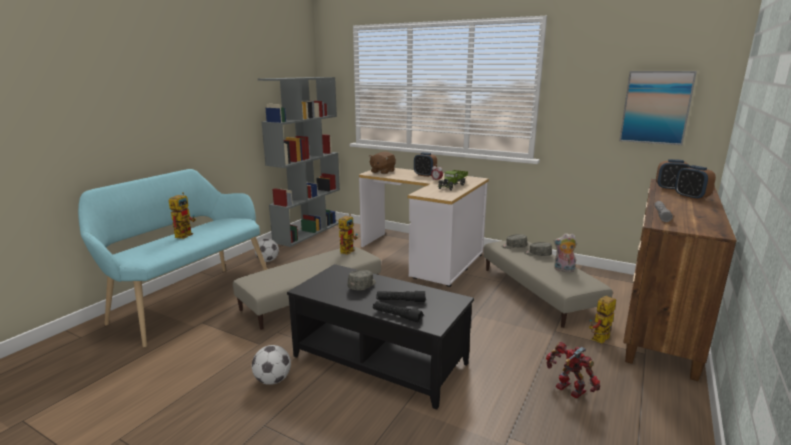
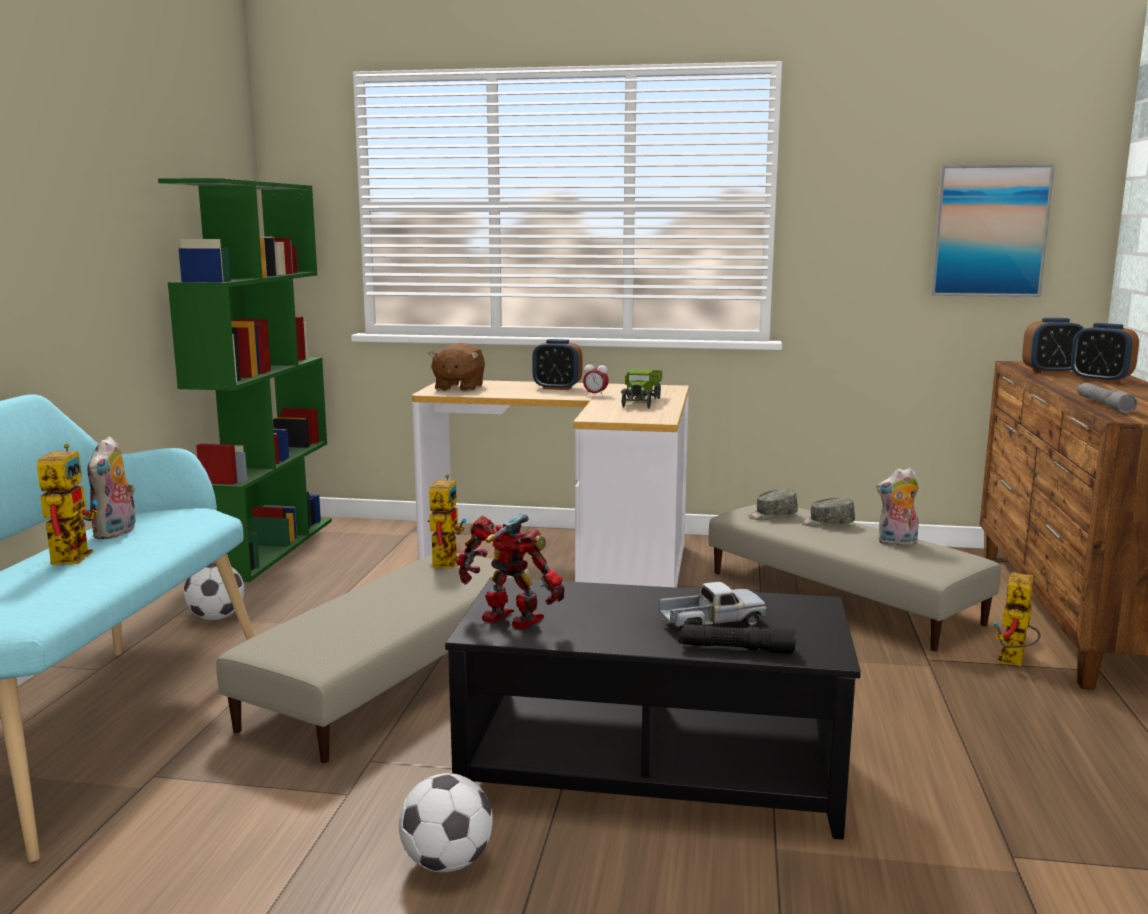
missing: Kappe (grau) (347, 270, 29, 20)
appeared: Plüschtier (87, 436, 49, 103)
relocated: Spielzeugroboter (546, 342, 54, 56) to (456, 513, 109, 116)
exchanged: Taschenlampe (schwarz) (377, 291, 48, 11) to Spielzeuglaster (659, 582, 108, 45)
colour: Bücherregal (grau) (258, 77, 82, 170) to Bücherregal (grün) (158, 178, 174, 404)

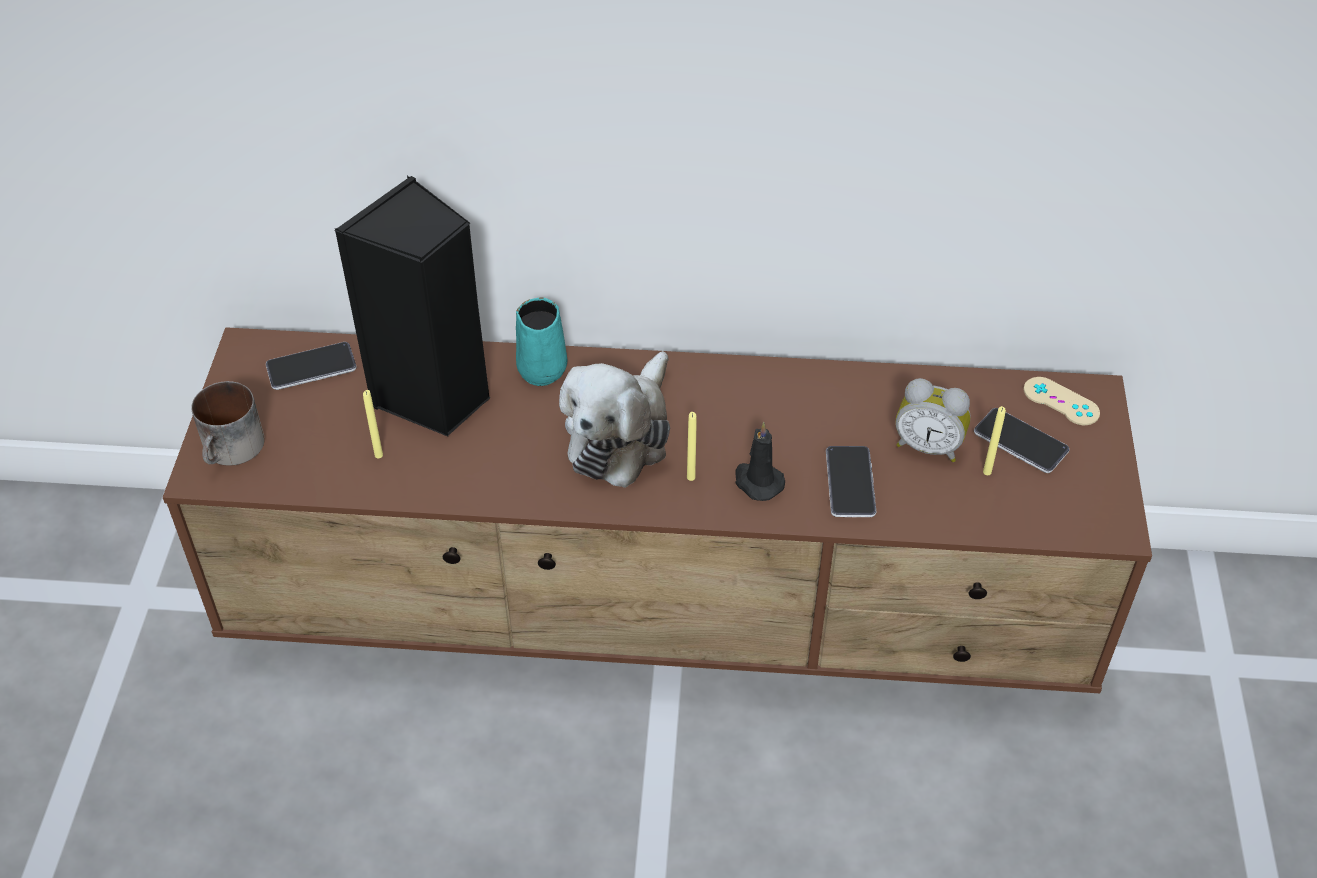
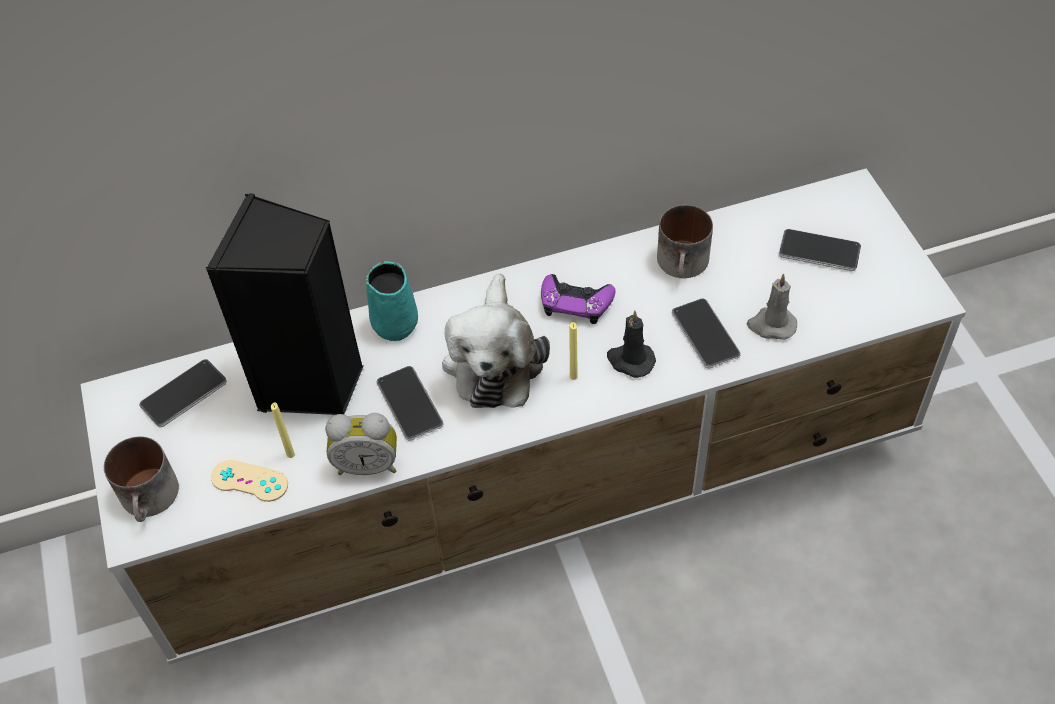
missing: Kerze (gelb) (983, 406, 23, 69)
appeared: Henkelbecher (657, 205, 56, 73); Kerze (grau) (747, 273, 50, 67); Gamepad (lila) (541, 274, 75, 50); Handy (377, 366, 66, 75)
relocated: Gamepad (beige) (1024, 377, 76, 48) to (211, 460, 77, 42); Wecker (895, 378, 76, 84) to (325, 413, 72, 62)
colour: Fernsehschrank (braun) (163, 327, 989, 366) to Fernsehschrank (weiß) (80, 169, 886, 496)

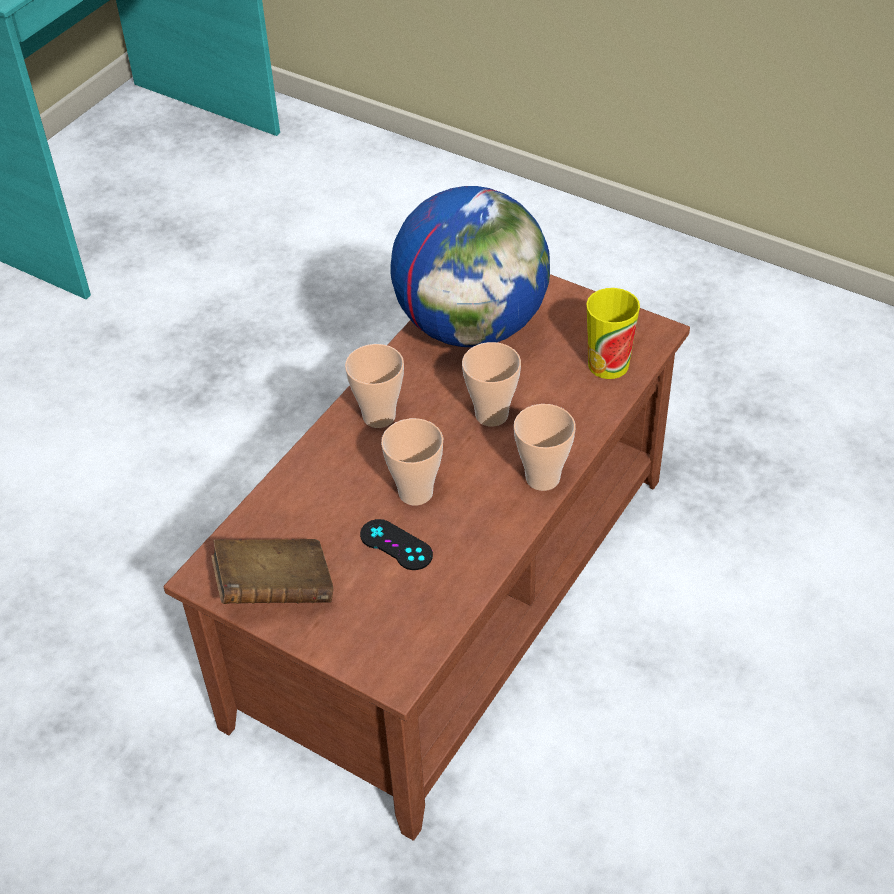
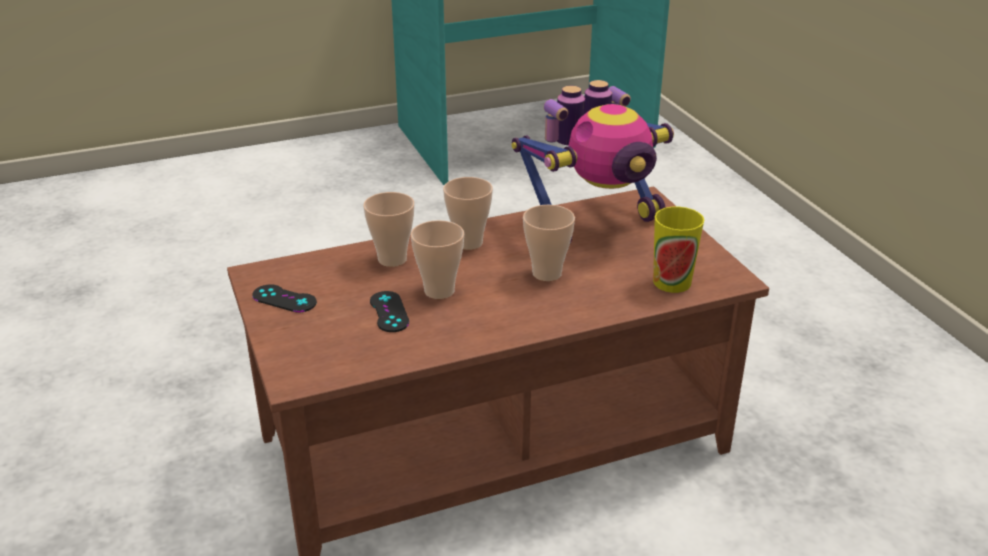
relocated: Tasse (514, 404, 62, 87) to (363, 192, 51, 75)
exchanged: Globus (390, 186, 160, 161) to Spielzeugroboter (512, 80, 162, 163); Buch (braun) (211, 539, 122, 65) to Gamepad (schwarz) (252, 285, 65, 27)

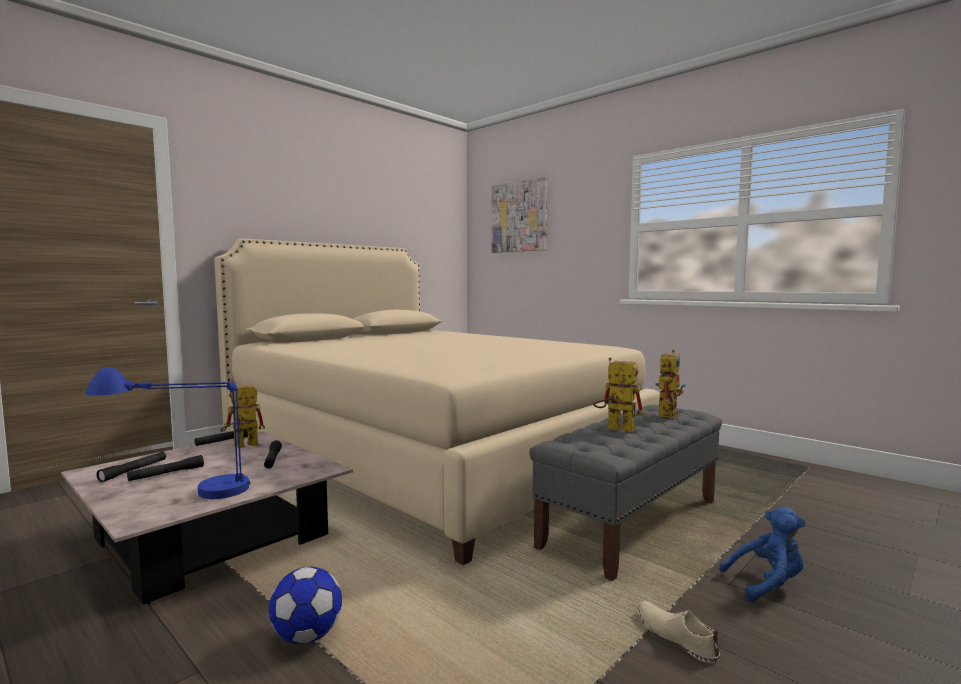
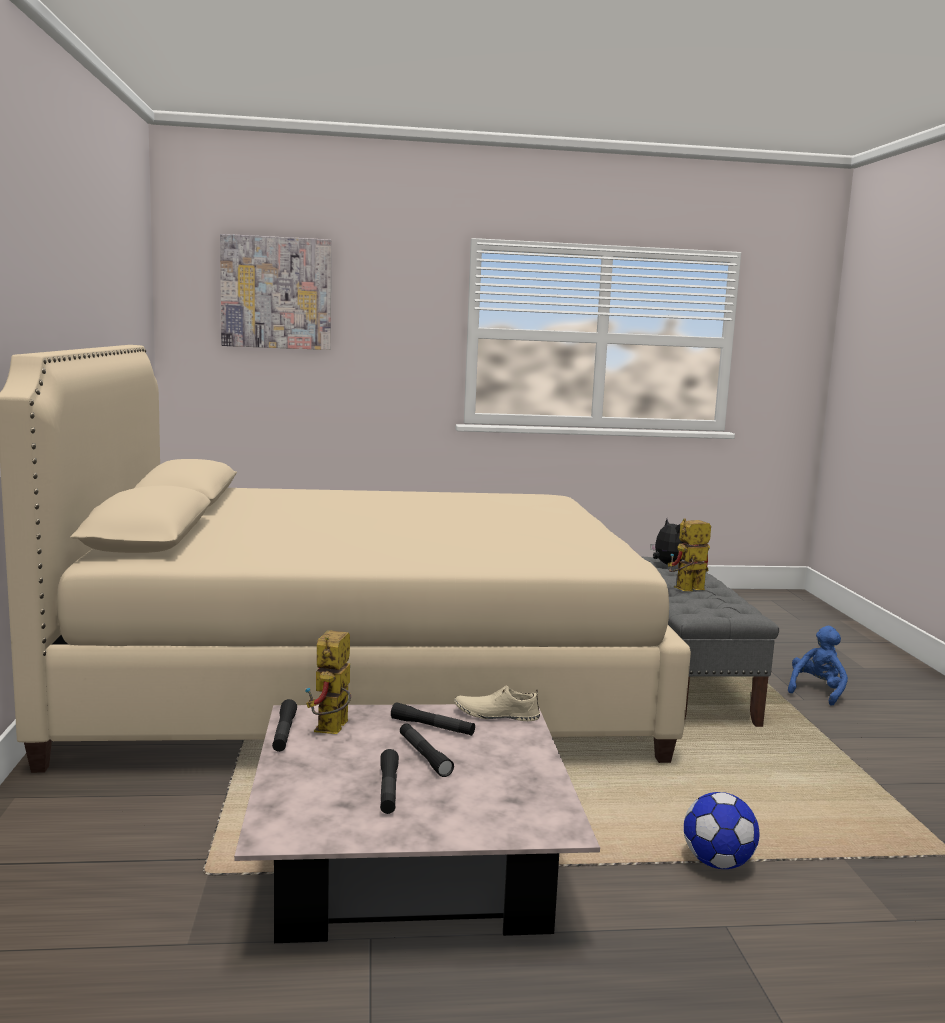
missing: Tischlampe (blau) (85, 367, 165, 132)
relocated: Taschenlampe (schwarz) (97, 452, 69, 30) to (400, 723, 54, 54); Schuh (beige) (638, 601, 82, 63) to (454, 686, 86, 35)
exchanged: Spielzeugroboter (655, 349, 31, 69) to Plüschtier (651, 519, 33, 46)

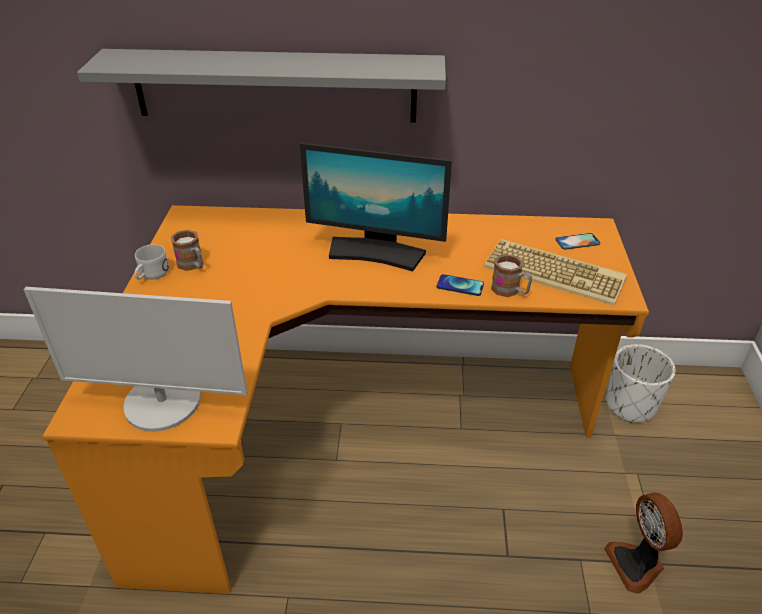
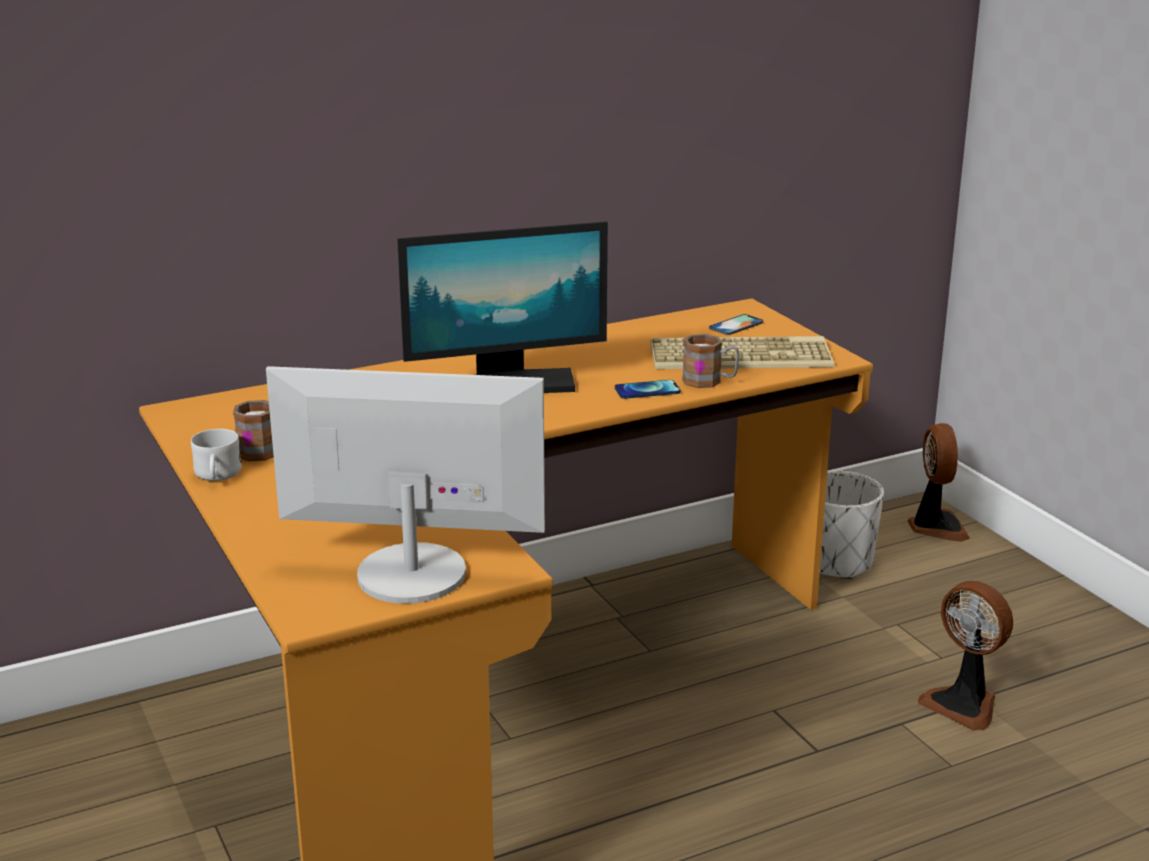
missing: Wandregal (grau) (77, 49, 369, 74)
appeared: Ventilator (908, 423, 62, 118)
spun: Monitor (23, 287, 224, 145) = (266, 366, 279, 238) 150 degrees counterclockwise

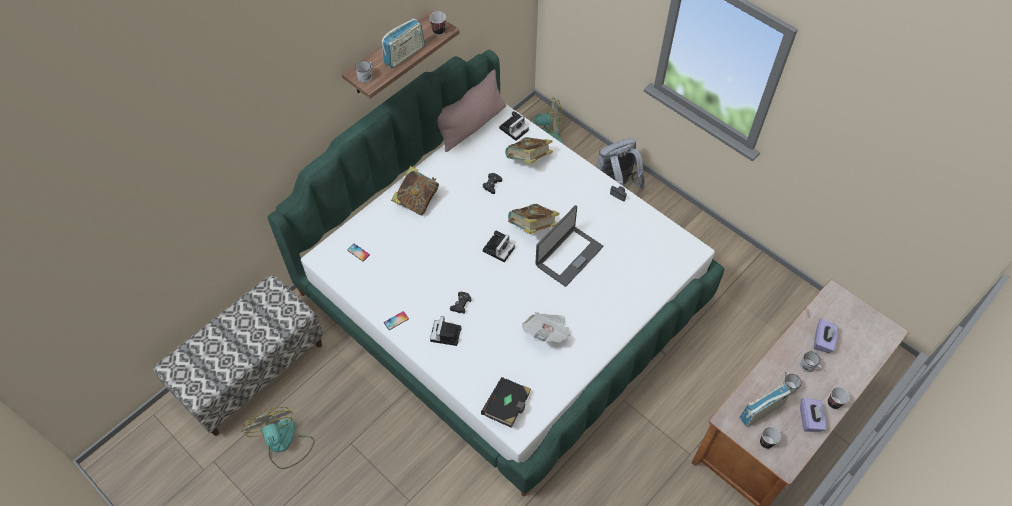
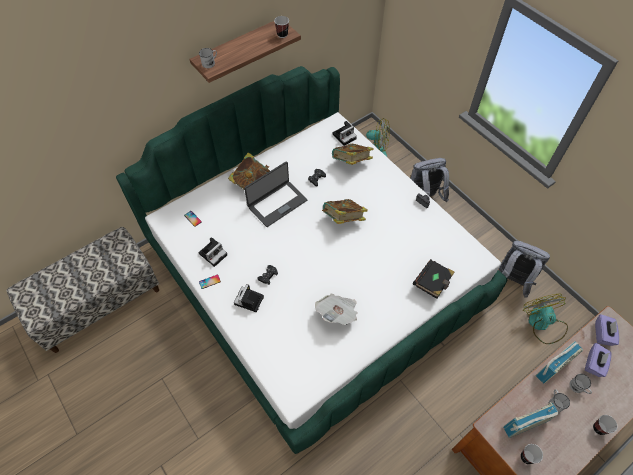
missing: Kissen (rosa) (437, 69, 69, 83)
appeared: Rucksack (grau) (499, 241, 51, 57)
relocated: Radio (382, 18, 43, 50) to (535, 341, 48, 43); Laptop (535, 205, 68, 82) to (244, 161, 63, 66); Kamera (483, 230, 32, 32) to (199, 237, 28, 30); Buch (schwarz) (481, 377, 50, 50) to (413, 259, 41, 40); Taschentuchbox (lila) (800, 398, 26, 34) to (595, 314, 24, 32); Ventilator (242, 407, 73, 62) to (523, 294, 45, 50)

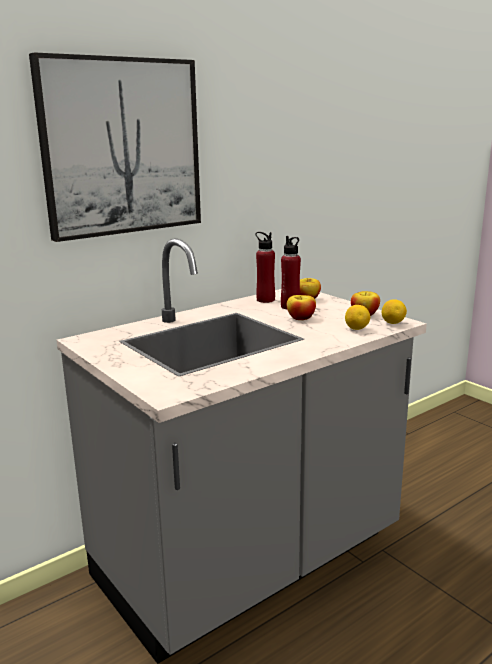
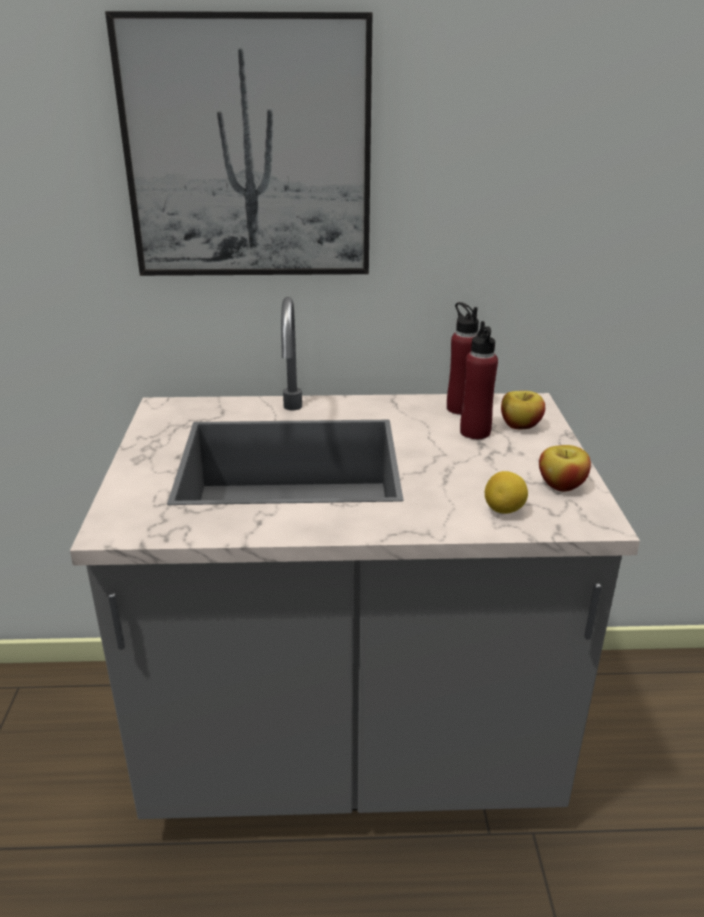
missing: Apfel (287, 295, 29, 25); Zitrone (382, 299, 25, 25)

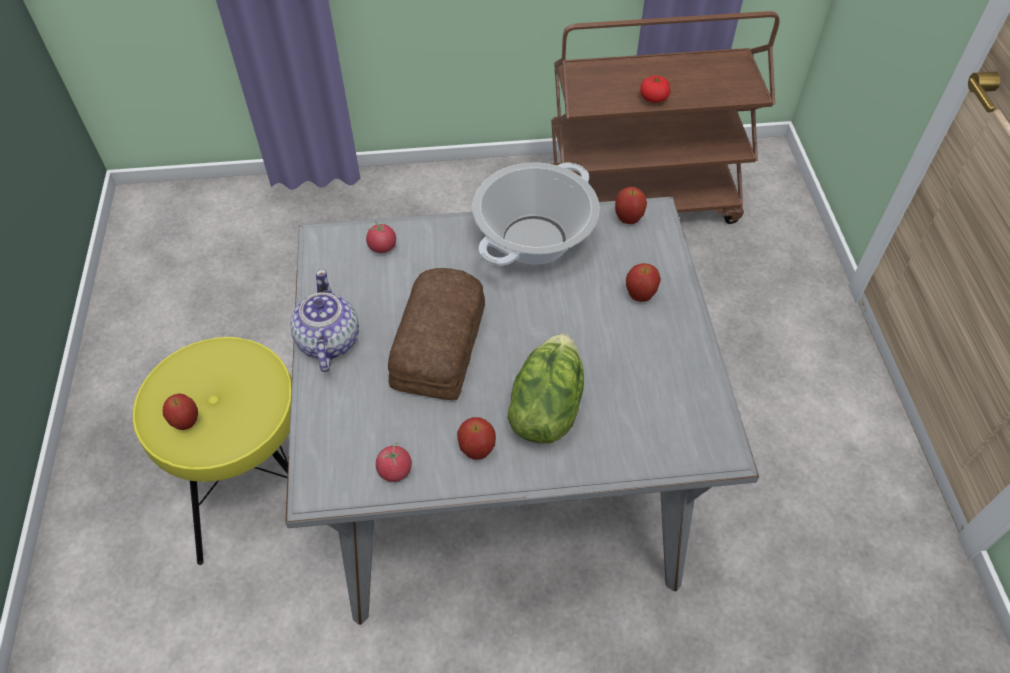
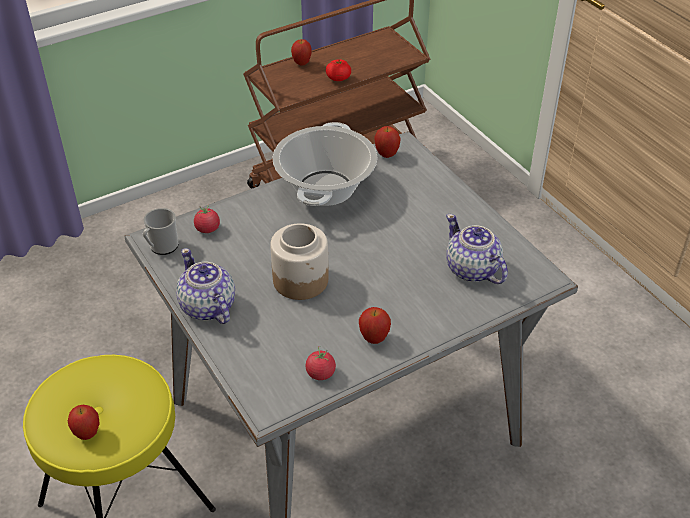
missing: Salatkopf (508, 334, 76, 110)
appeared: Henkelbecher (143, 208, 36, 47); Teekanne (446, 214, 62, 70)
relocated: Apfel (626, 263, 35, 39) to (291, 39, 21, 27)
exchanged: Brot (388, 268, 97, 132) to Vorratsglas (270, 224, 59, 76)

